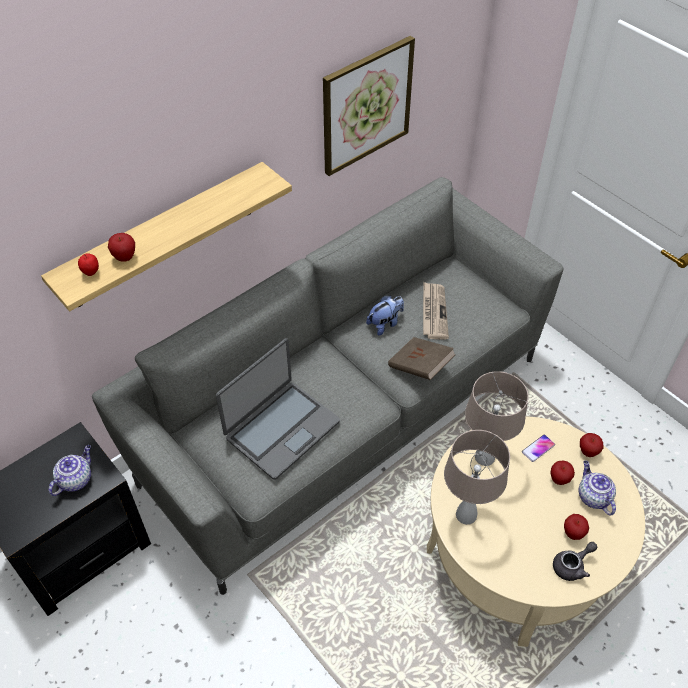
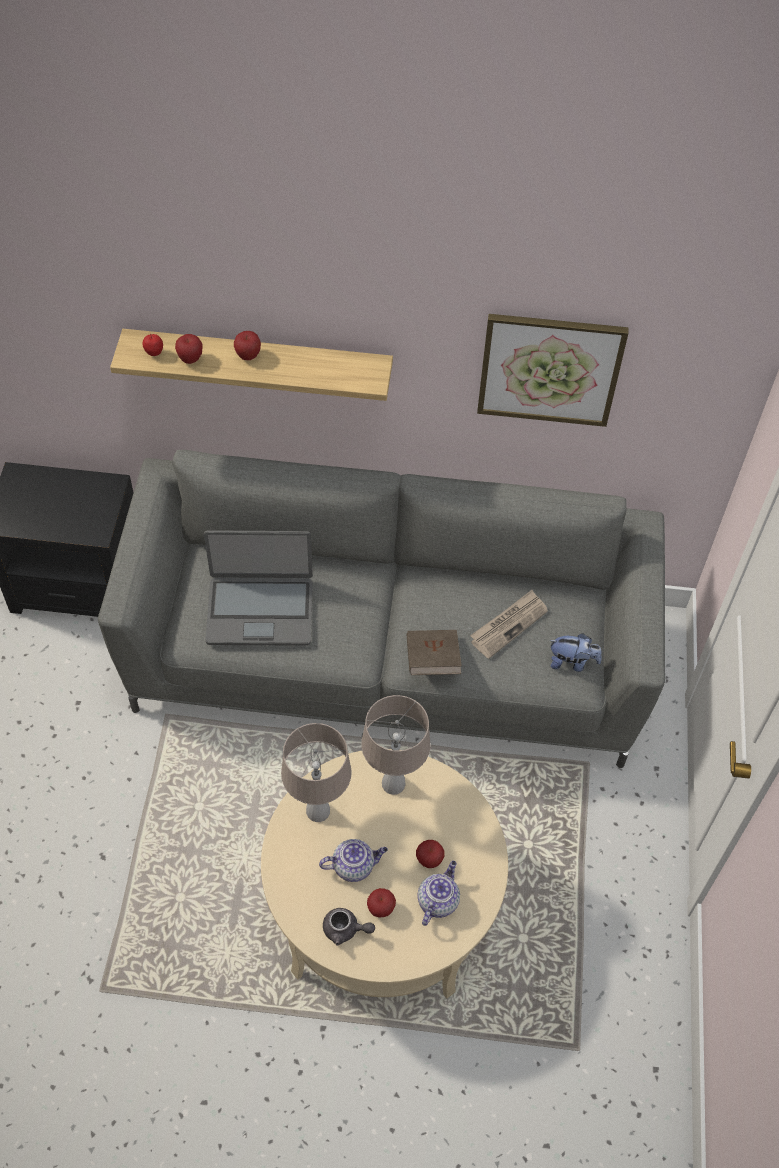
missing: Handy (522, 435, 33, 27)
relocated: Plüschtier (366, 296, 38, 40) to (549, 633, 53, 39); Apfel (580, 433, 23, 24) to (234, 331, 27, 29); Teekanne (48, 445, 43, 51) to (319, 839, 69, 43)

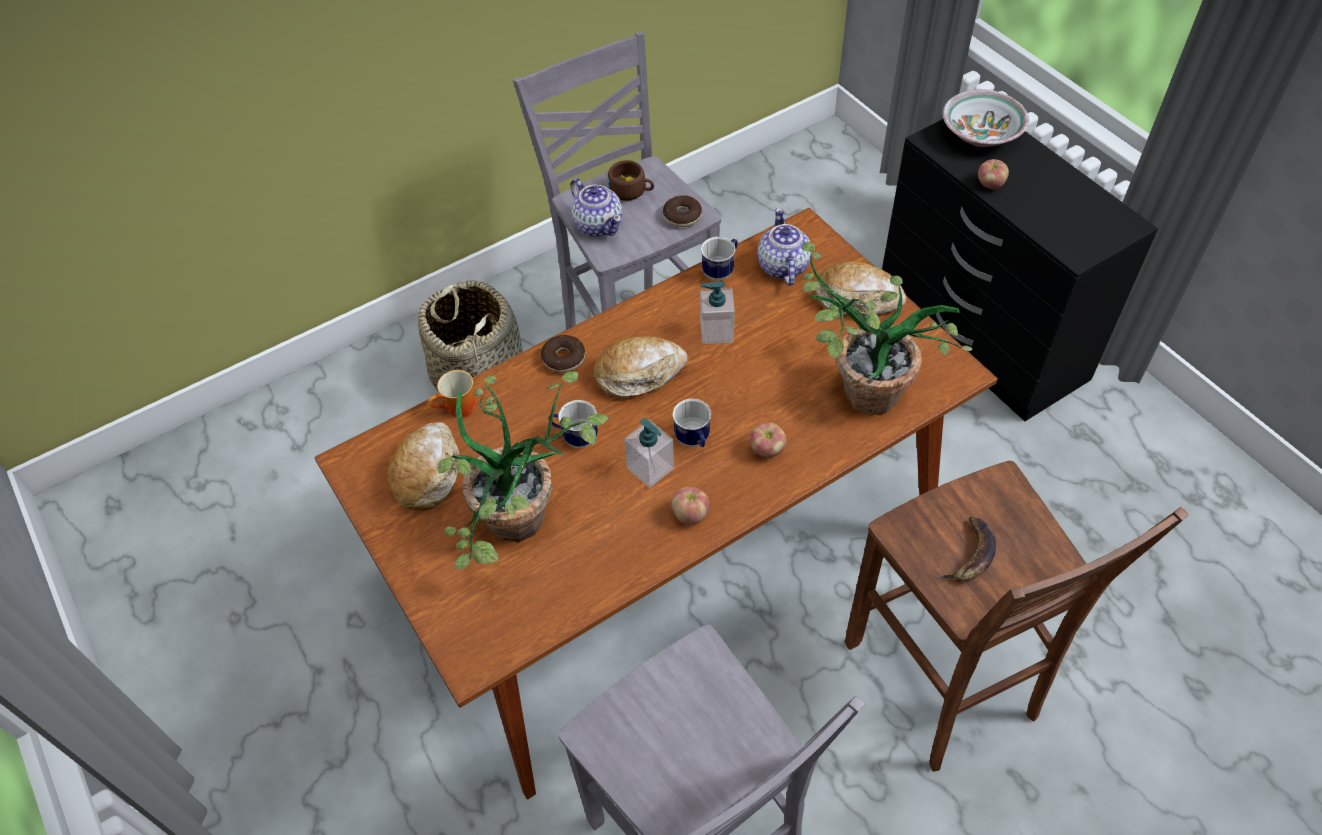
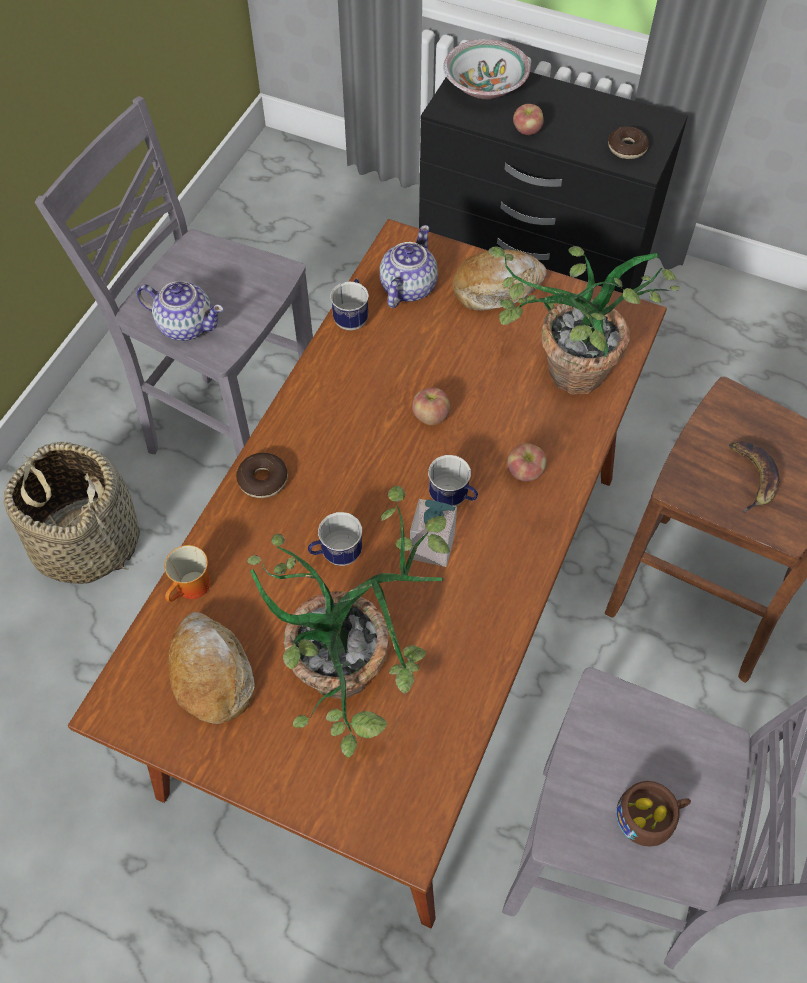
missing: Seifenspender (700, 282, 35, 62); Brot (594, 336, 94, 62)
relocated: Tasse (braun) (608, 160, 46, 41) to (616, 781, 75, 66); Donut (663, 195, 39, 32) to (608, 127, 41, 32); Apfel (671, 487, 38, 38) to (412, 388, 38, 37)
spun: Teekanne (757, 208, 55, 78) = (379, 225, 59, 83) 60 degrees clockwise

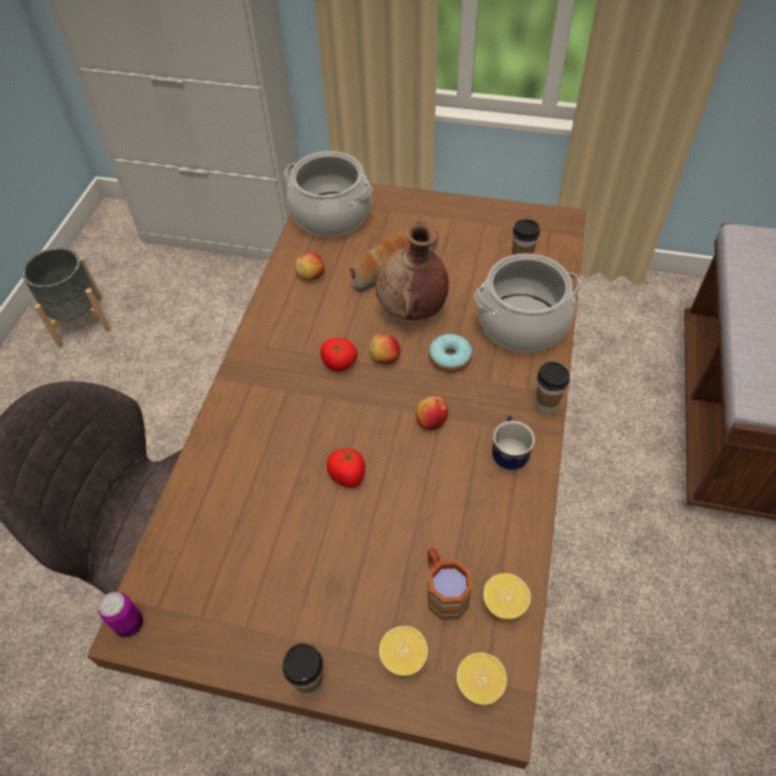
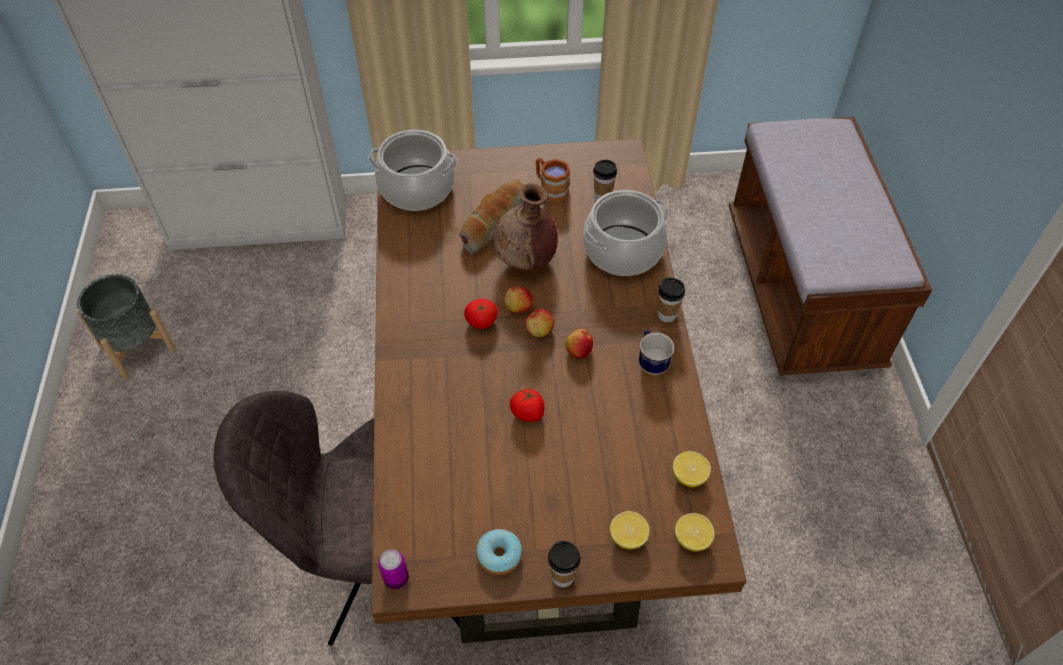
relocated: Apfel (295, 252, 30, 28) to (525, 309, 30, 28); Donut (429, 334, 43, 38) to (476, 529, 46, 46); Henkelbecher (braun) (427, 547, 46, 73) to (536, 158, 34, 45)

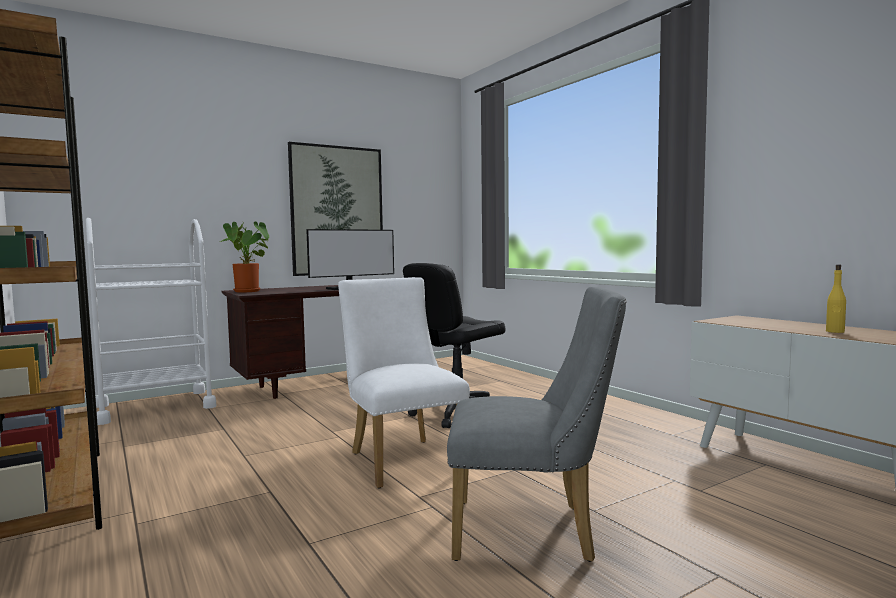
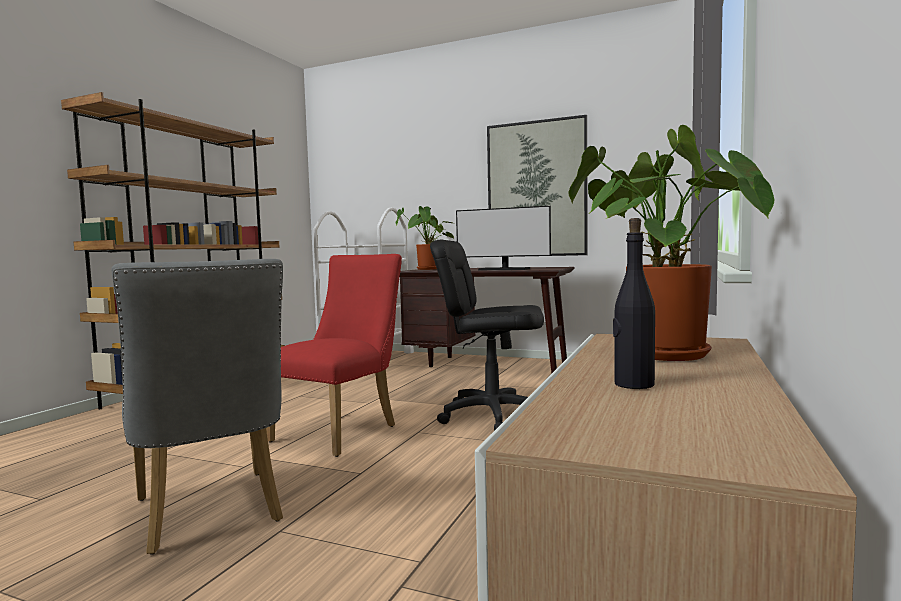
appeared: Topfpflanze (568, 125, 206, 236)
colour: Flasche (gelb) (826, 264, 20, 69) to Flasche (schwarz) (613, 218, 42, 171); Stuhl (weiß) (338, 277, 132, 211) to Stuhl (rot) (266, 254, 136, 203)

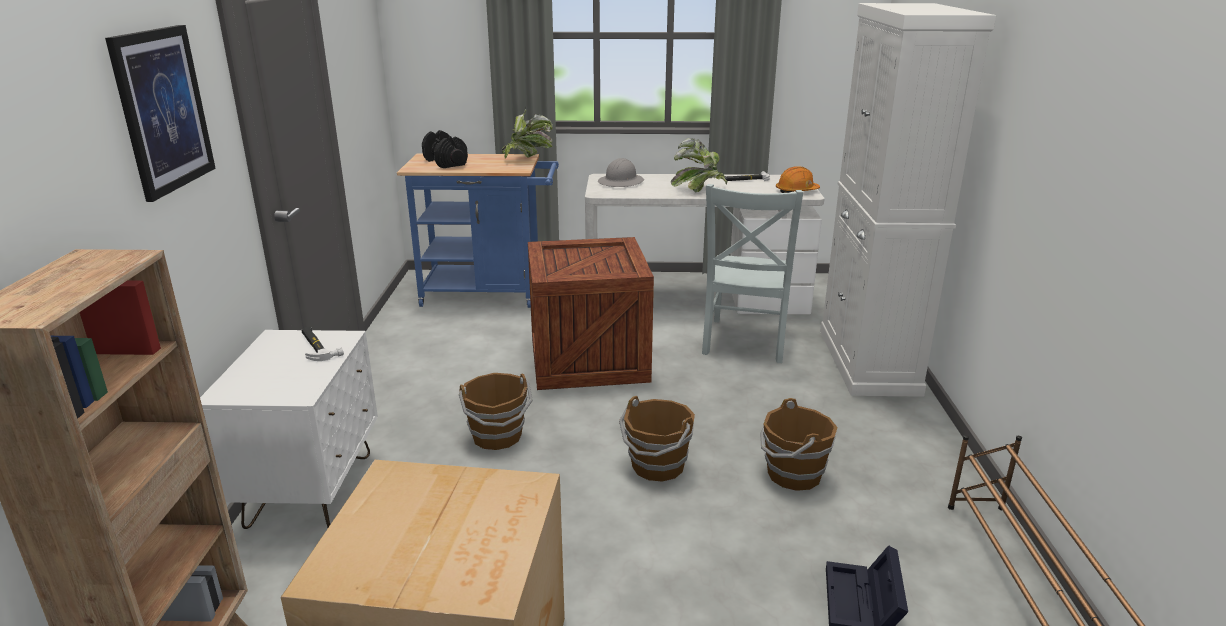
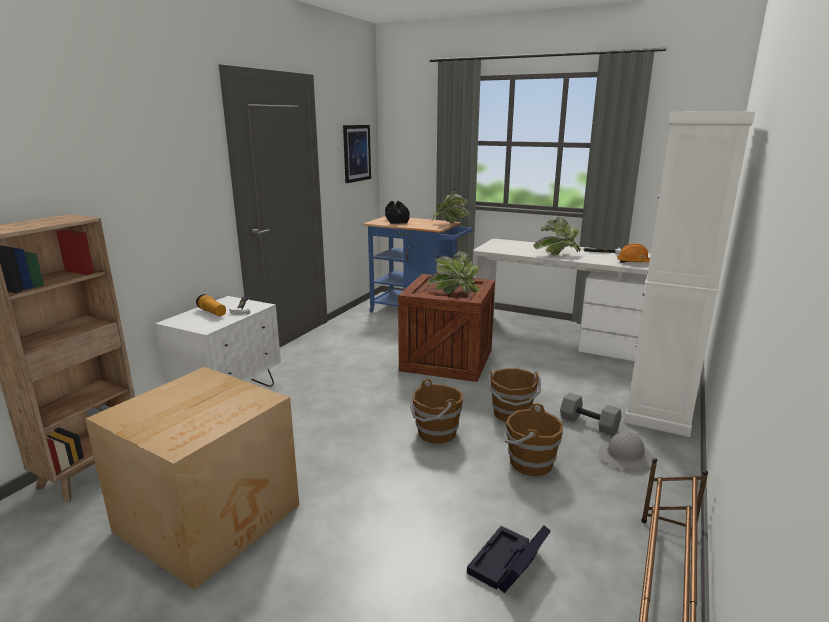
missing: Stuhl (grau) (702, 184, 101, 179)
appeared: Topfpflanze (428, 251, 52, 42); Taschenlampe (196, 294, 30, 22); Hantel (grau) (560, 393, 61, 43)
relocated: Bild (105, 25, 111, 177) to (343, 125, 28, 58); Schutzhelm (grau) (598, 158, 46, 29) to (598, 432, 55, 39); Eimer (braun) (459, 373, 74, 77) to (488, 368, 53, 54)

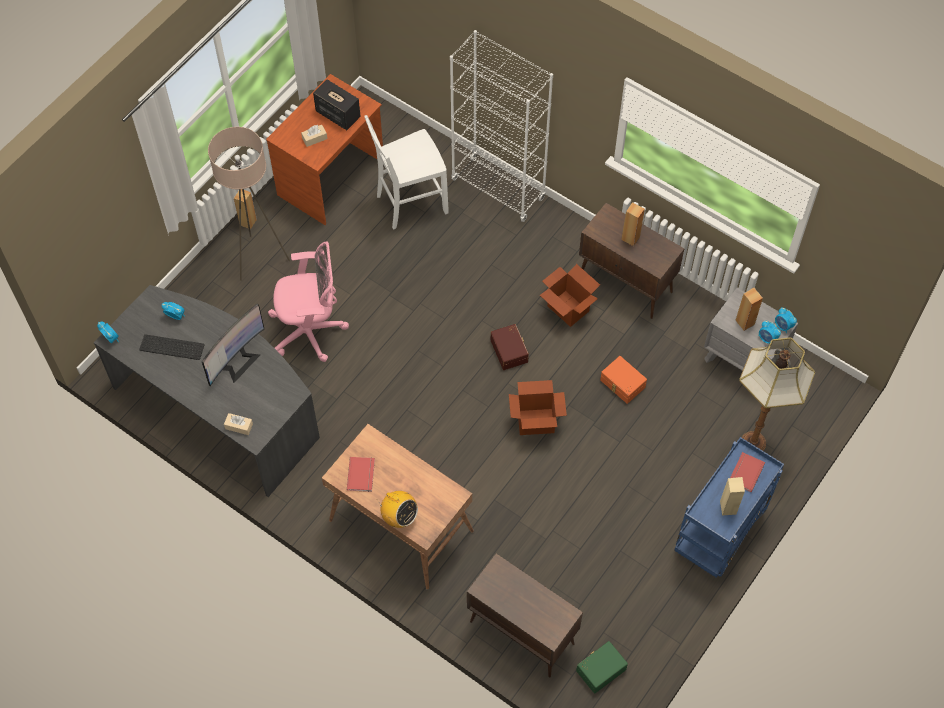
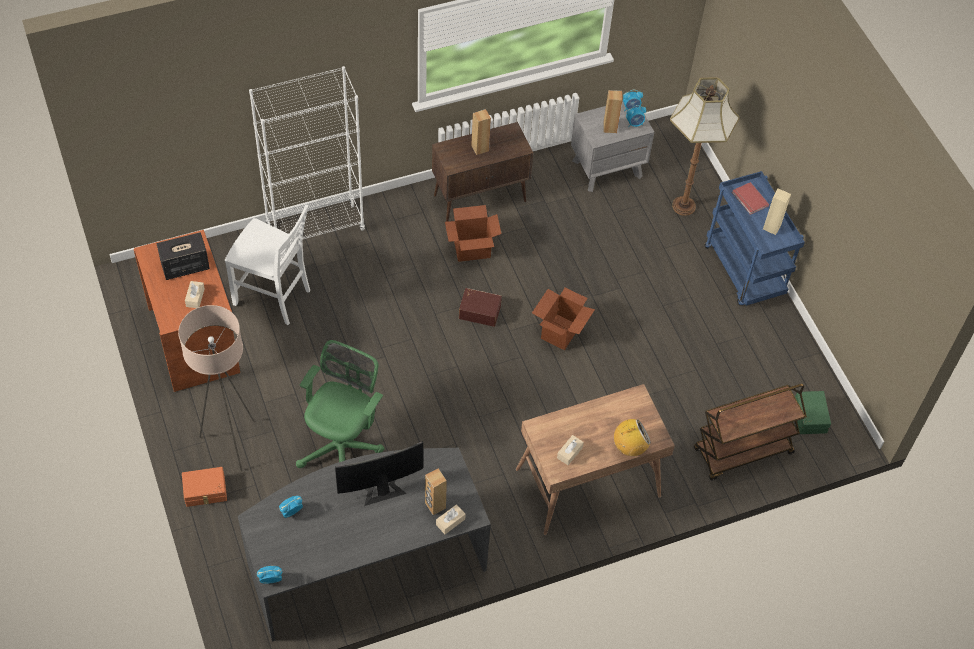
missing: Tastatur (139, 334, 66, 26)
relocated: Lautsprecher (braun) (234, 189, 23, 41) to (425, 468, 22, 47); Aufbewahrungsbox (orange) (600, 356, 47, 48) to (182, 467, 45, 40)
exchanged: Buch (rot) (347, 457, 28, 35) to Taschentuchbox (beige) (557, 435, 27, 30); Schrank (braun) (467, 554, 116, 123) to Rollwagen (braun) (694, 384, 113, 97)
colour: Bürostuhl (rosa) (268, 241, 81, 121) to Bürostuhl (grün) (296, 340, 89, 128)
spun: Stuhl (weiß) (364, 115, 85, 114) = (225, 204, 85, 121) 75 degrees counterclockwise; Monitor (202, 304, 62, 82) = (335, 441, 88, 65) 90 degrees counterclockwise

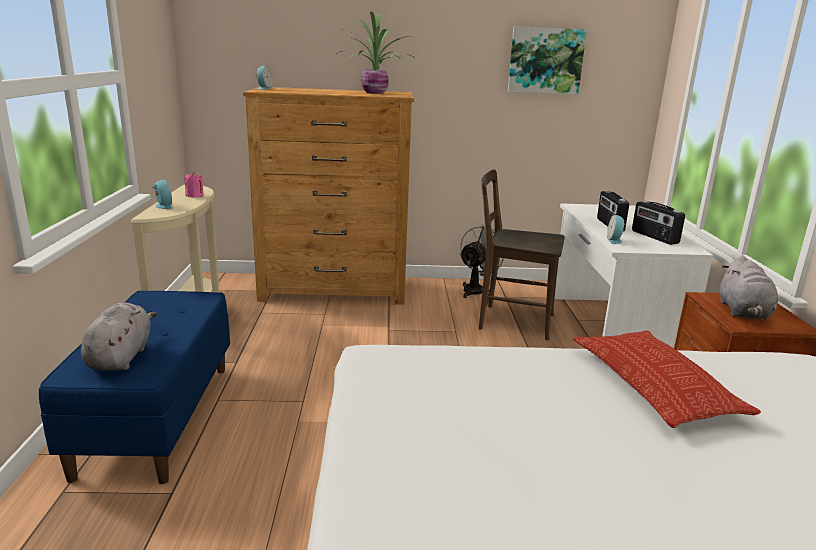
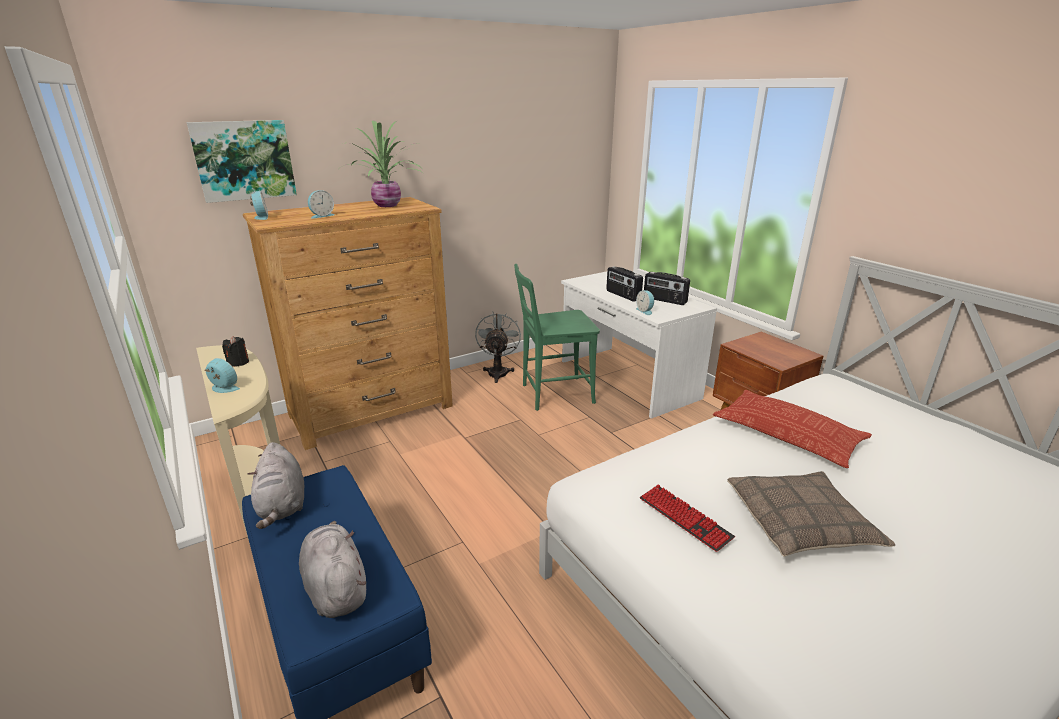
appeared: Wecker (308, 190, 27, 29); Kissen (727, 471, 168, 86); Tastatur (640, 484, 95, 68)
relocated: Bild (508, 27, 79, 67) to (187, 120, 110, 83); Plüschtier (grau) (720, 256, 58, 64) to (248, 442, 56, 87)
colour: Stuhl (braun) (479, 169, 86, 171) to Stuhl (grün) (514, 264, 86, 147); Kerze (rosa) (184, 172, 20, 26) to Kerze (schwarz) (222, 336, 27, 31)

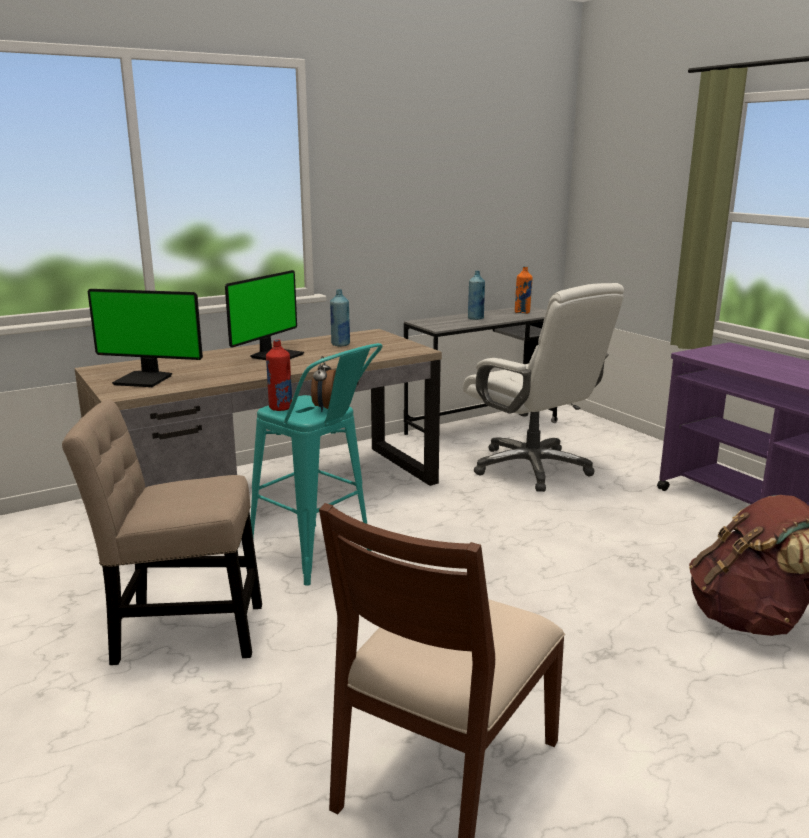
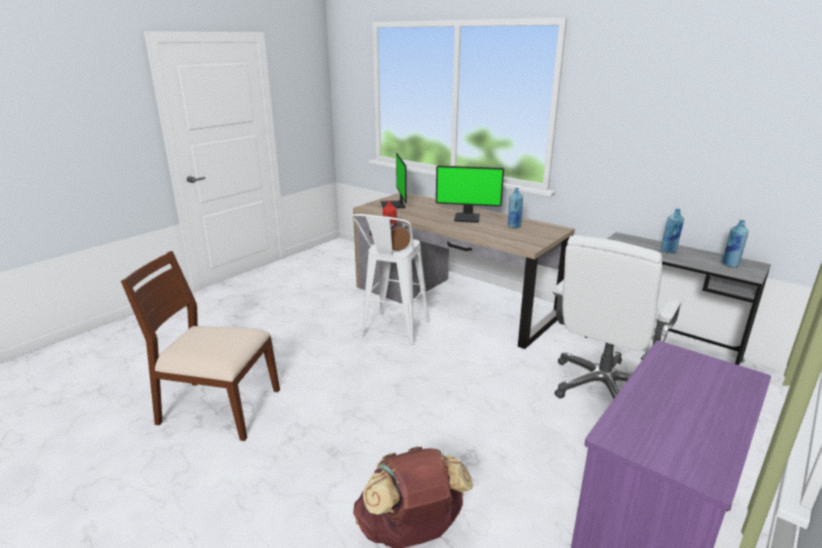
missing: Stuhl (beige) (62, 400, 200, 265)
colour: Flasche (orange) (515, 266, 18, 48) to Flasche (blau) (721, 220, 28, 48); Hocker (türkis) (250, 343, 133, 243) to Hocker (weiß) (352, 214, 78, 132)

